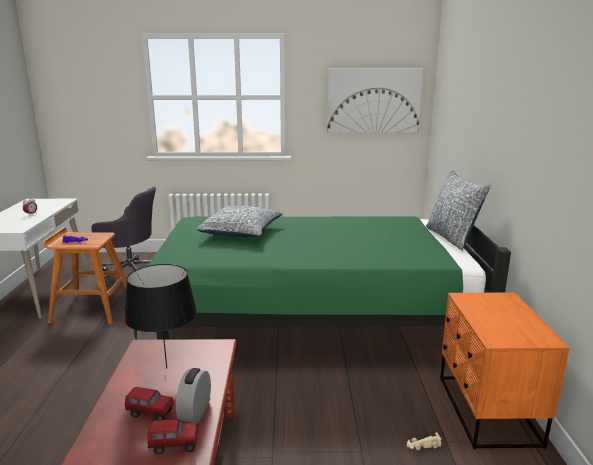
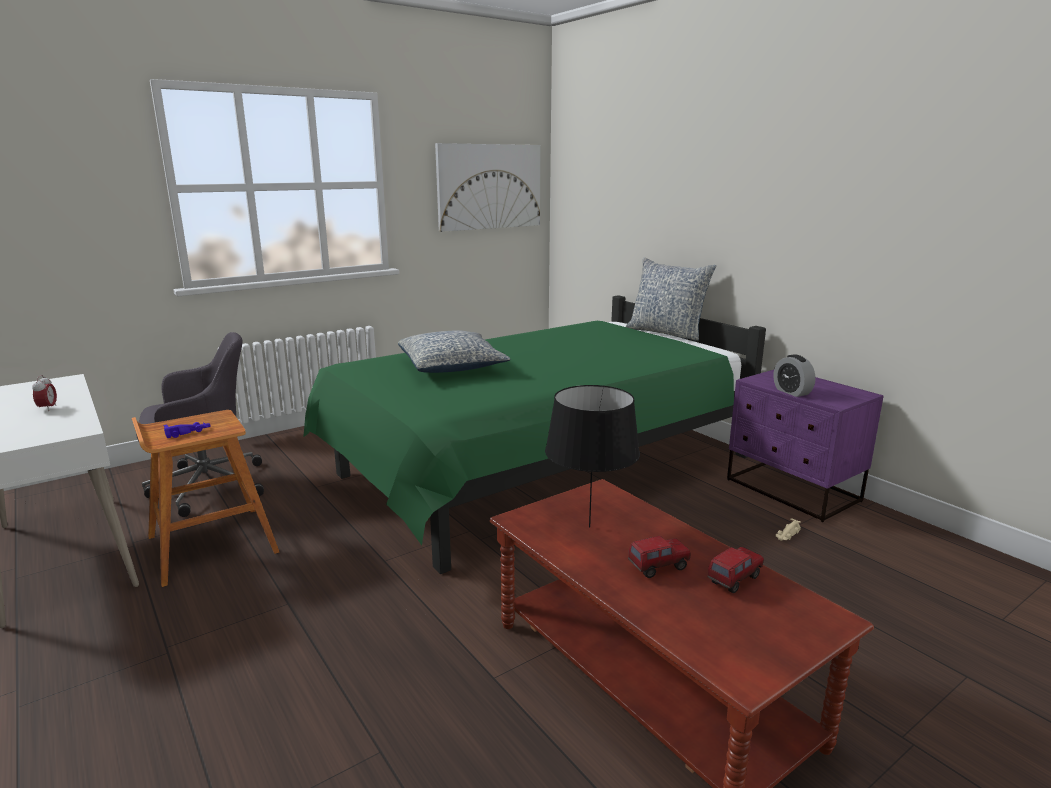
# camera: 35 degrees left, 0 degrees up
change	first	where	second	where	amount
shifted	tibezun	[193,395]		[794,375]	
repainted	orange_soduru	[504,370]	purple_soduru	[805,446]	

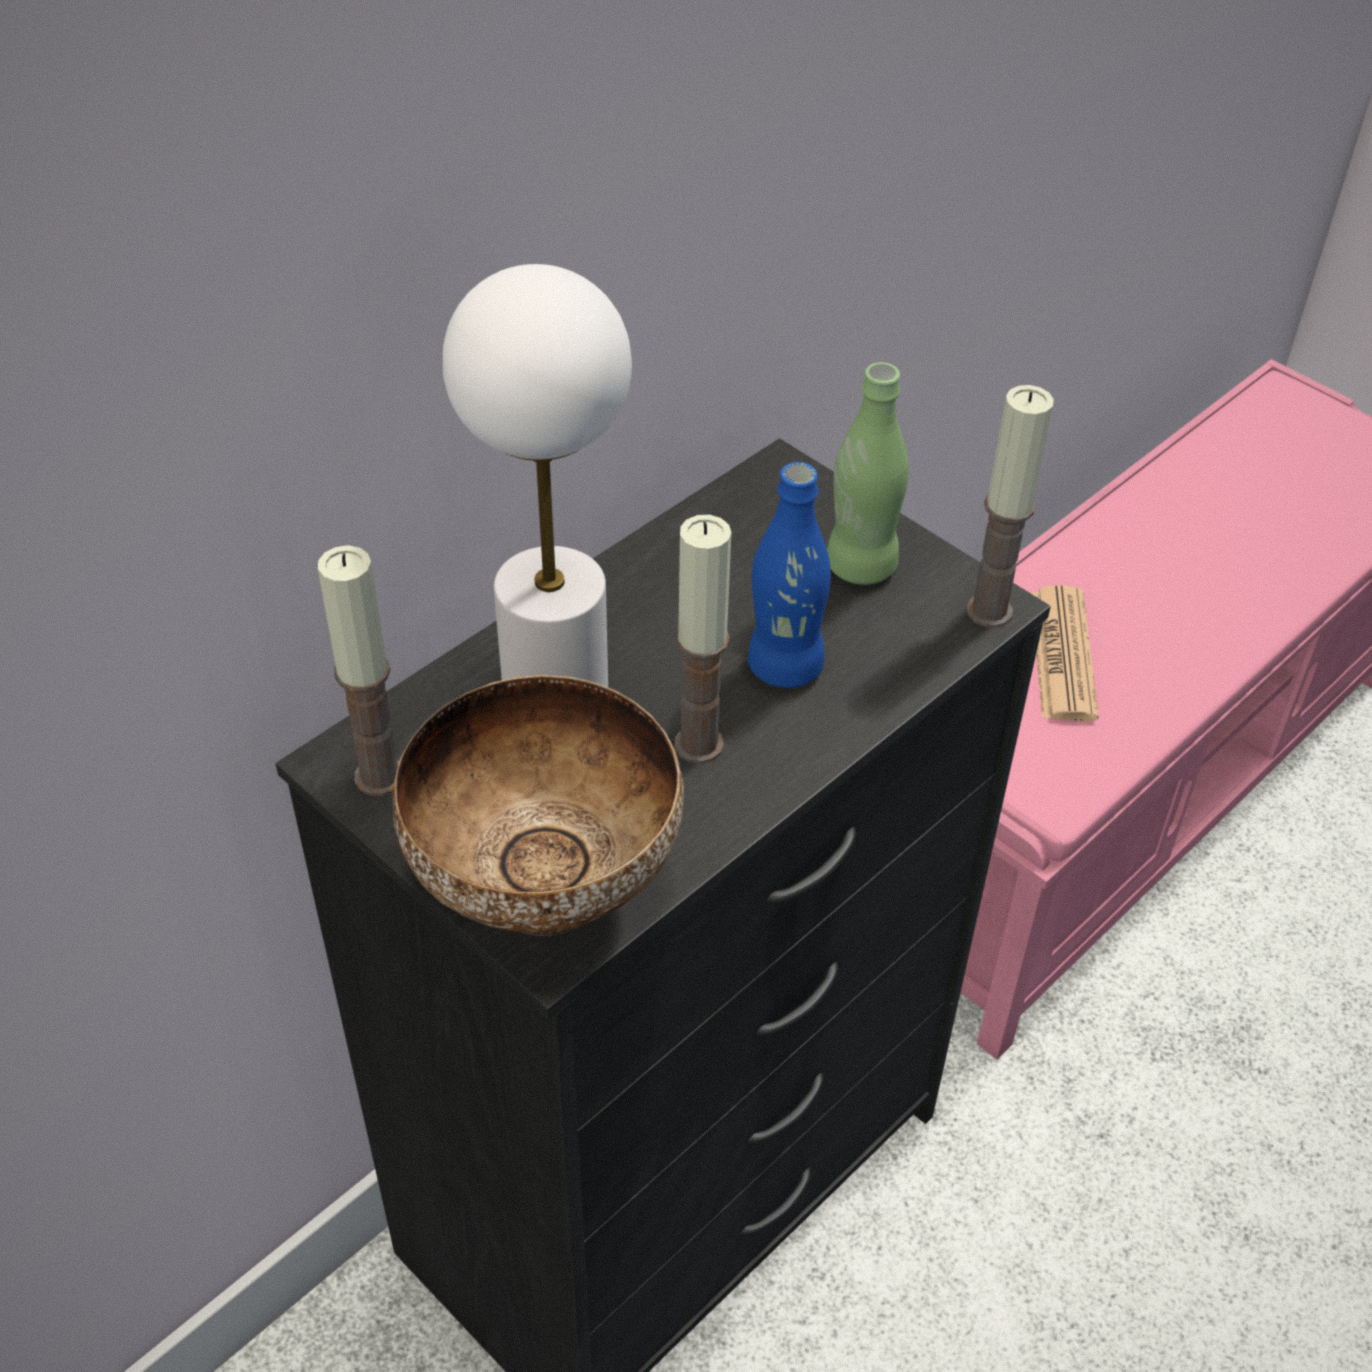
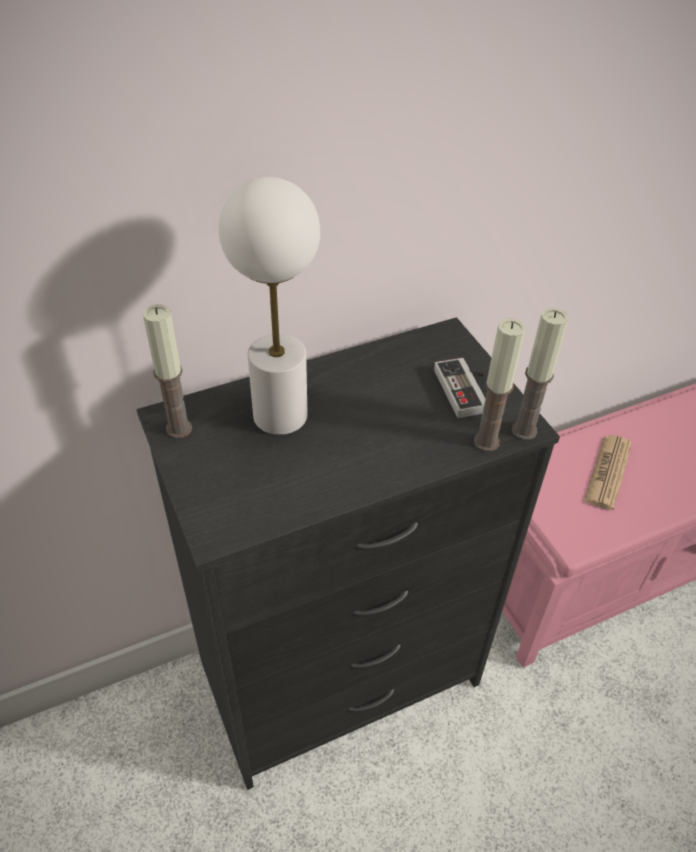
# camera: 20 degrees right, 0 degrees up
change	first	where	second	where	amount
gone	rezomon	[538,805]			
gone	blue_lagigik	[789,575]			
shifted	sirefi	[703,639]		[499,384]	
swapped	green_lagigik	[868,473]	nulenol	[459,388]	

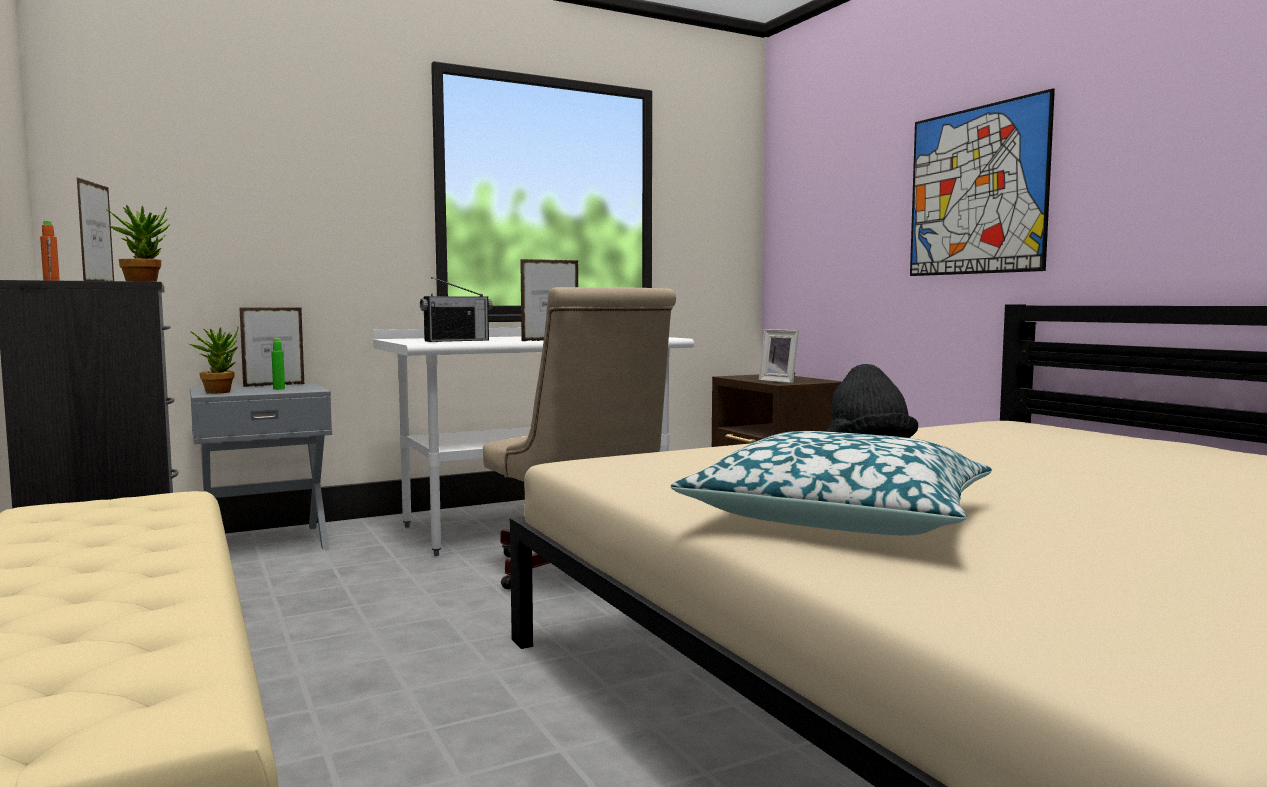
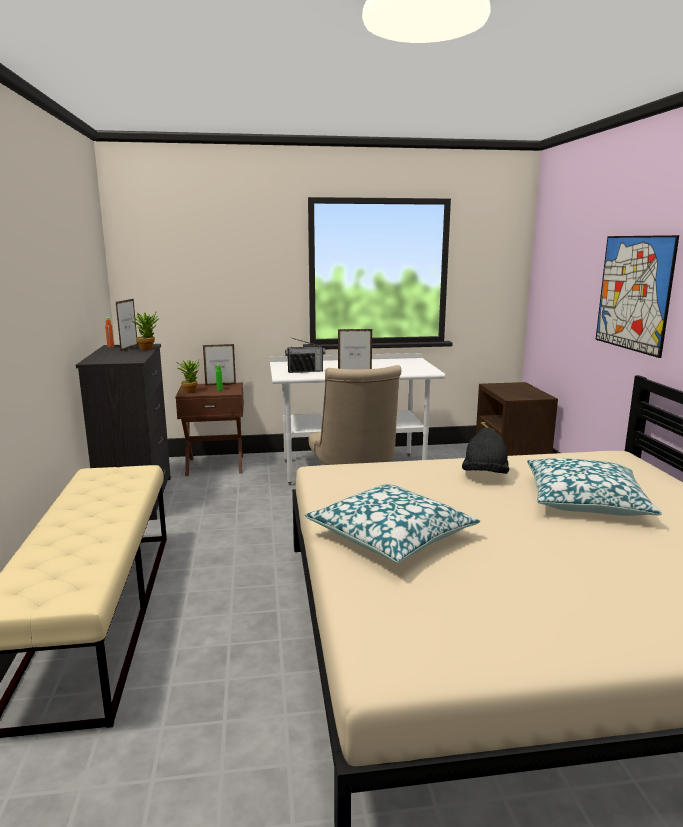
# camera: 20 degrees right, 10 degrees up
change	first	where	second	where	amount
gone	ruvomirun	[779,356]			
new			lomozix	[594,487]	
repainted	grey_soduru	[261,466]	brown_soduru	[209,429]	

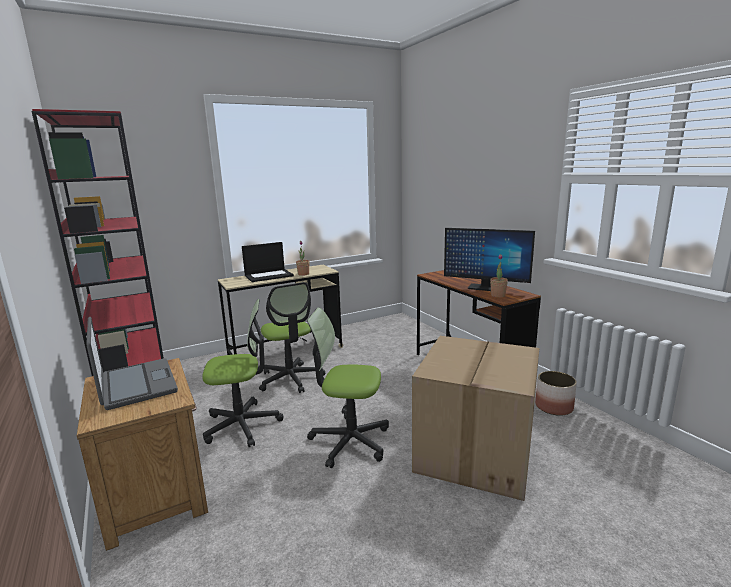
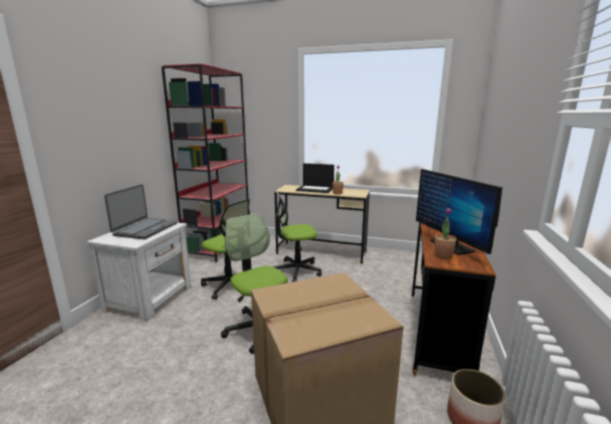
# camera: 45 degrees right, 0 degrees up
change	first	where	second	where	amount
repainted	brown_soduru	[142,454]	white_soduru	[139,270]	
rotated	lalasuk	[292,337]		[297,236]	60 degrees clockwise

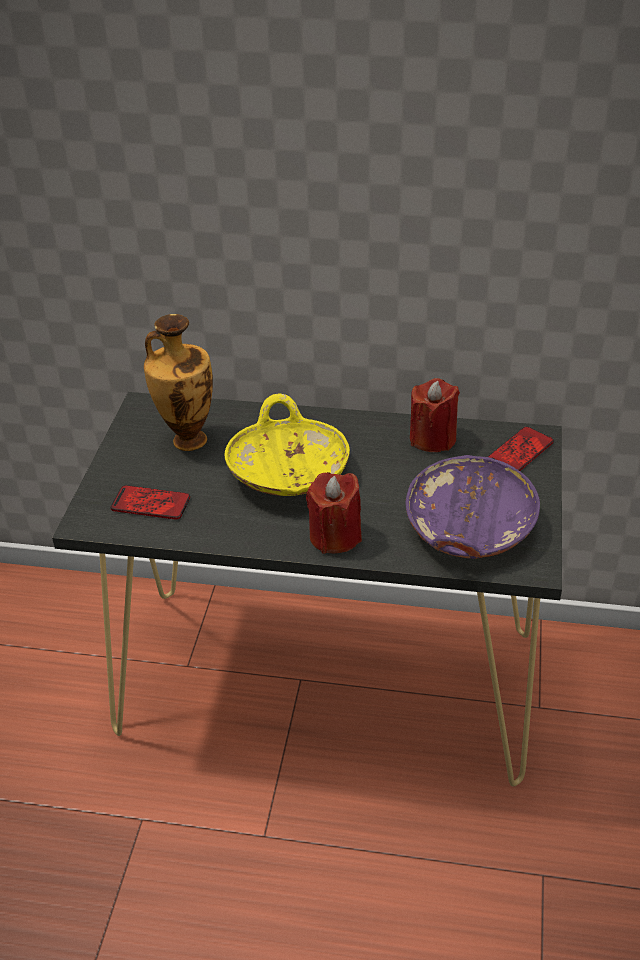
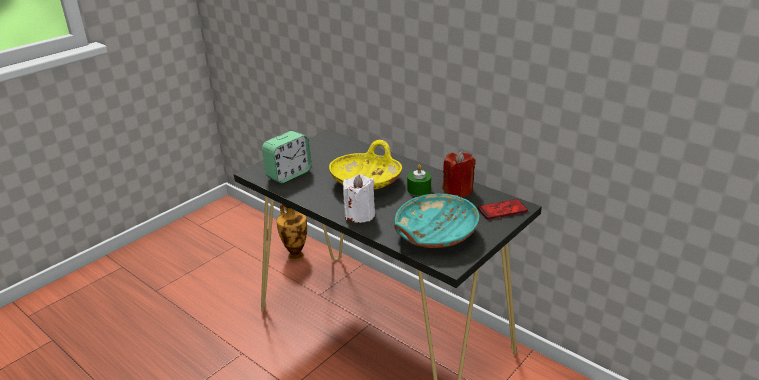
# camera: 30 degrees right, 10 degrees down
change	first	where	second	where	amount
new			green_sirefi	[419,180]	
shifted	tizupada	[178,382]		[292,232]	
swapped	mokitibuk	[150,502]	tibezun	[286,157]	
repainted	red_sirefi	[334,513]	white_sirefi	[359,198]	
repainted	purple_rezomon	[472,507]	turquoise_rezomon	[437,221]	

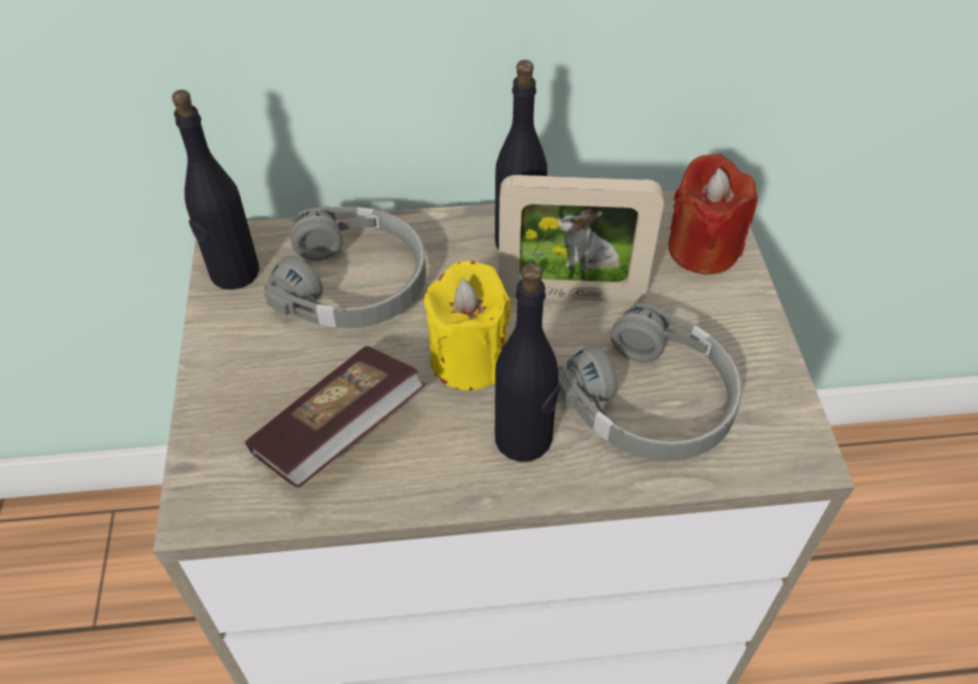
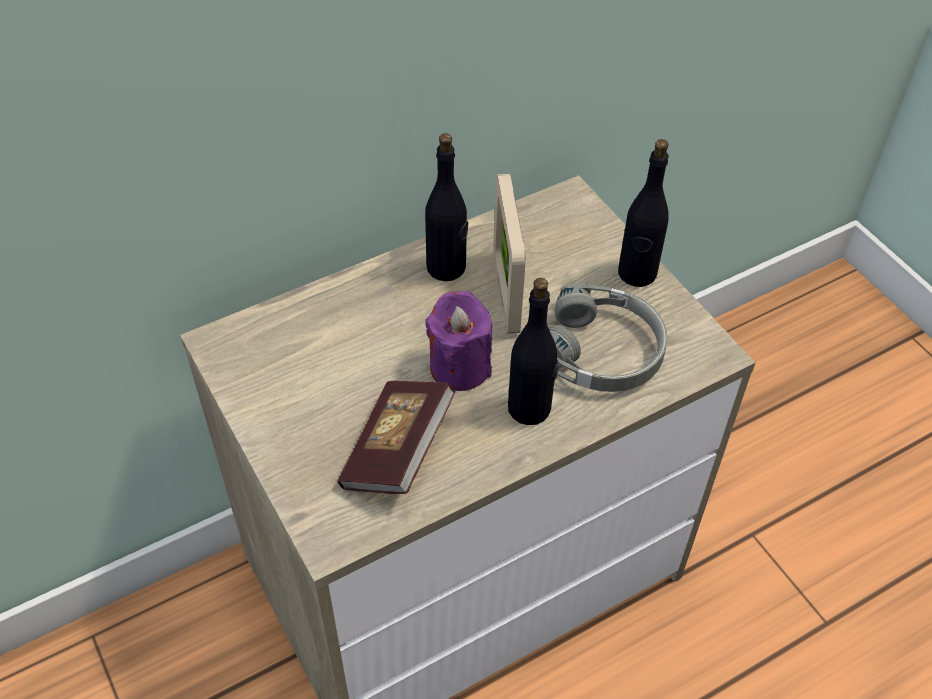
# camera: 25 degrees left, 0 degrees up
change	first	where	second	where	amount
gone	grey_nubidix	[345,267]			
gone	red_sirefi	[713,214]			
shifted	black_lagigik	[215,190]		[643,213]	
repainted	yellow_sirefi	[467,325]	purple_sirefi	[458,341]	
rotated	ruvomirun	[581,238]		[509,254]	105 degrees clockwise

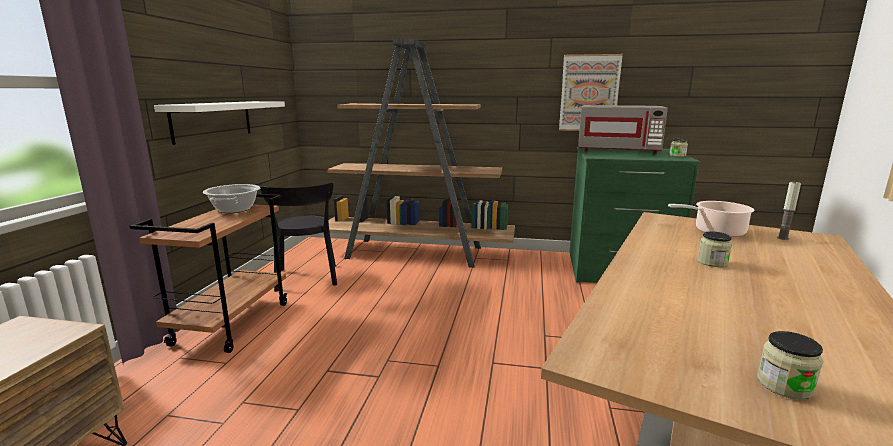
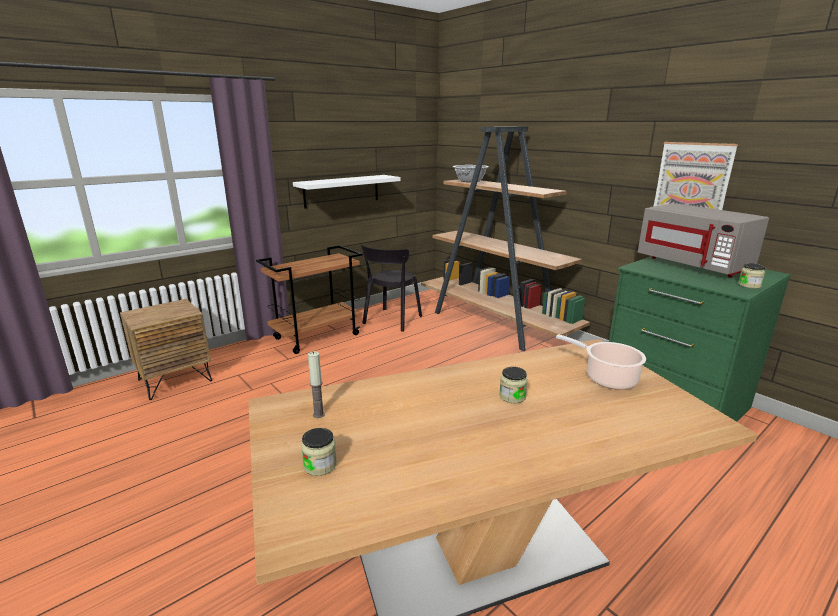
# camera: 40 degrees right, 5 degrees up
change	first	where	second	where	amount
shifted	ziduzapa	[231,198]		[471,173]	
shifted	sirefi	[789,210]		[316,384]	

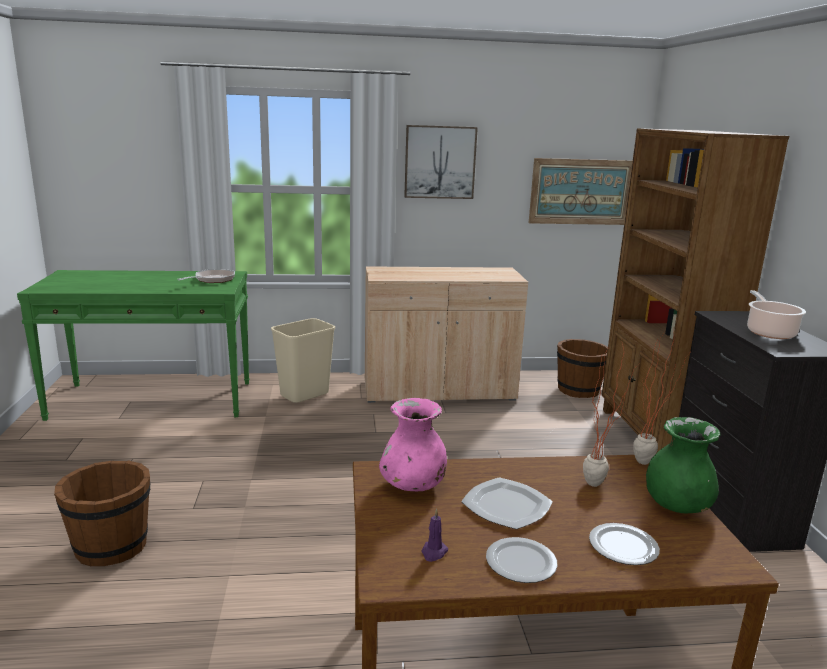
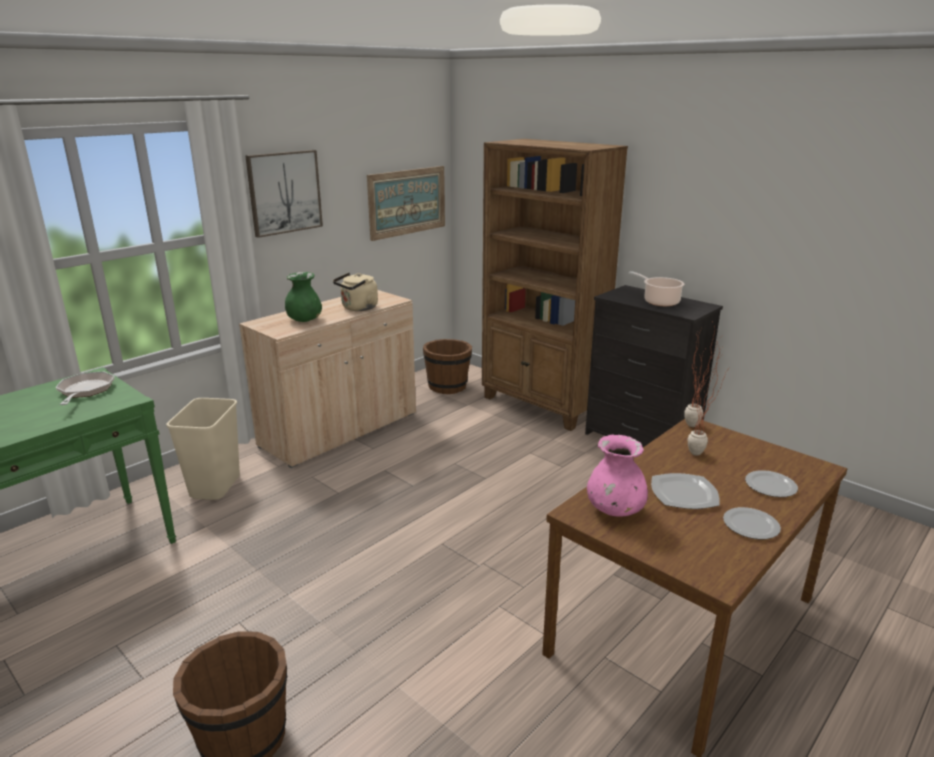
# camera: 40 degrees left, 5 degrees up
change	first	where	second	where	amount
gone	purple_sirefi	[434,535]			
new			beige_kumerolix	[355,292]	
shifted	green_tizupada	[683,465]		[303,297]	

